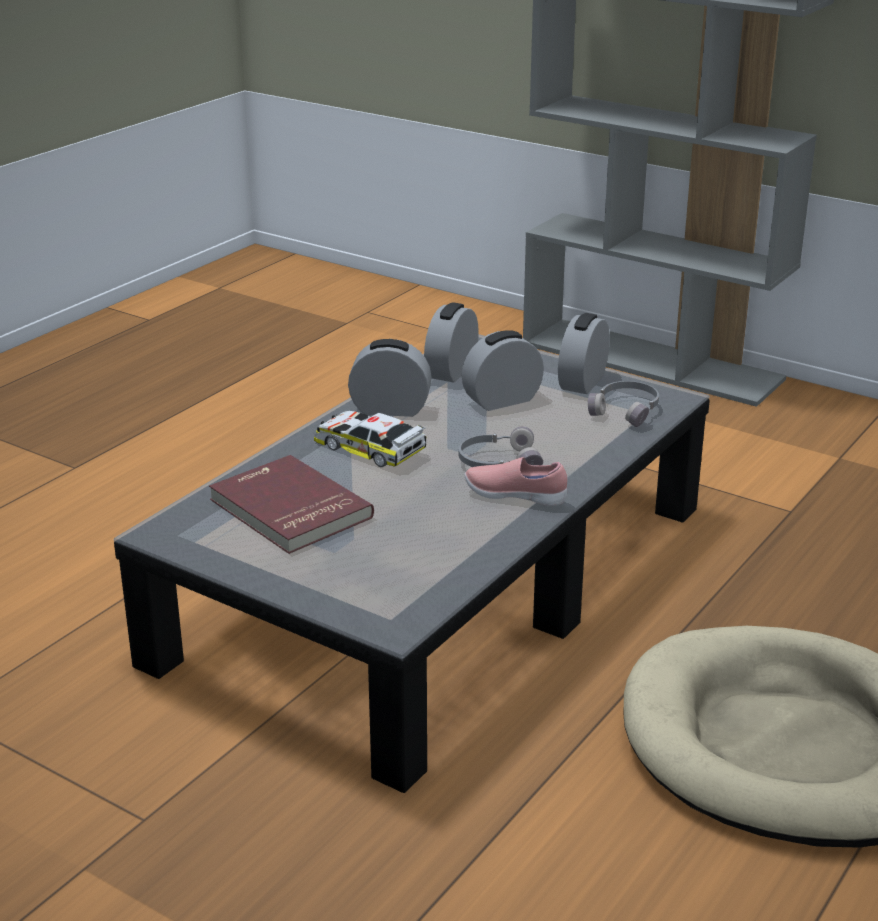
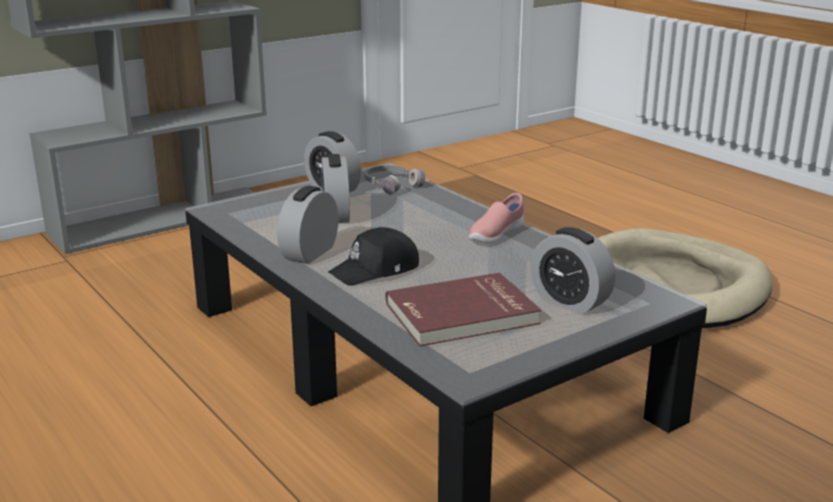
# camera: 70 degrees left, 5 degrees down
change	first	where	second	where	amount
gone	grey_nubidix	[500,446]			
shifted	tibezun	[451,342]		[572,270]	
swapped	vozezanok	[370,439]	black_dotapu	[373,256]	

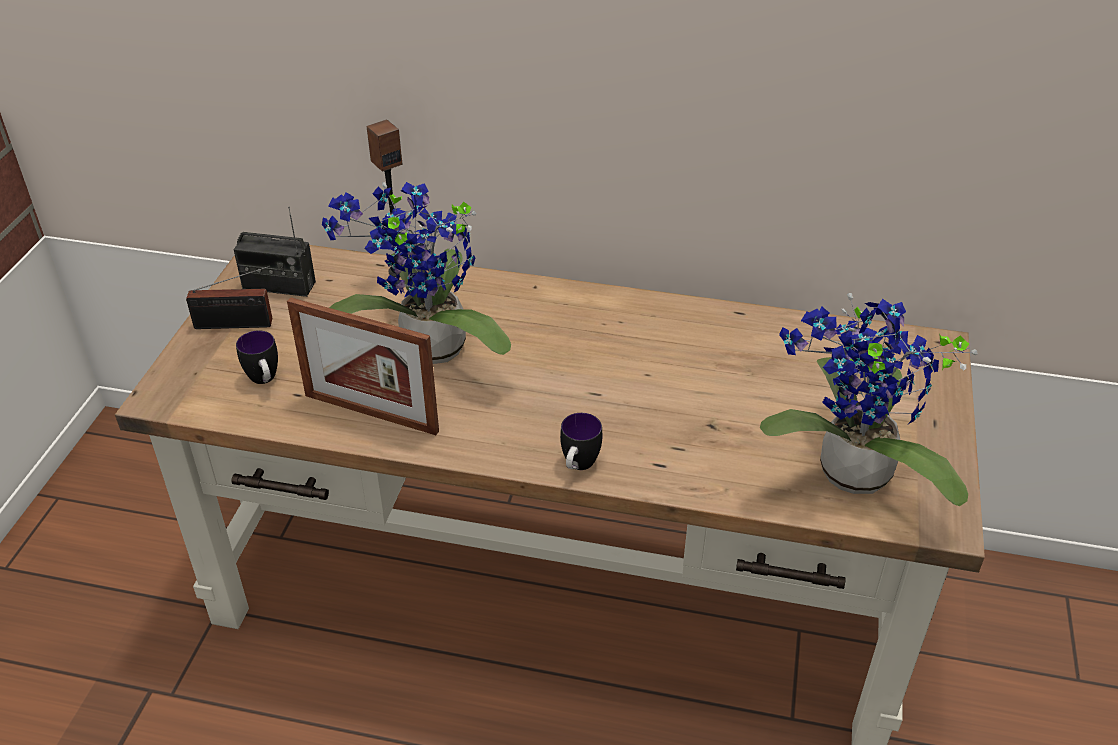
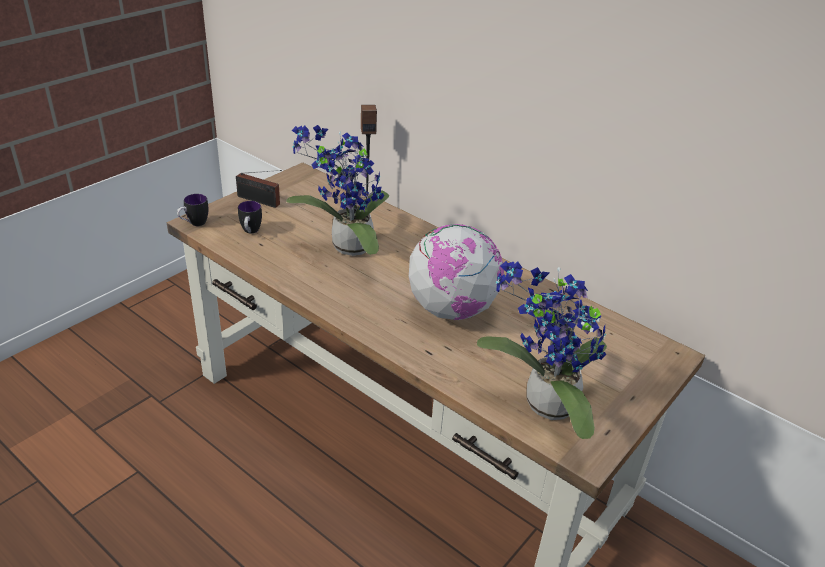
# camera: 25 degrees right, 5 degrees down
change	first	where	second	where	amount
gone	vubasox	[275,252]			
gone	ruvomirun	[363,366]			
new			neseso	[456,272]	
shifted	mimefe	[581,441]		[192,210]	

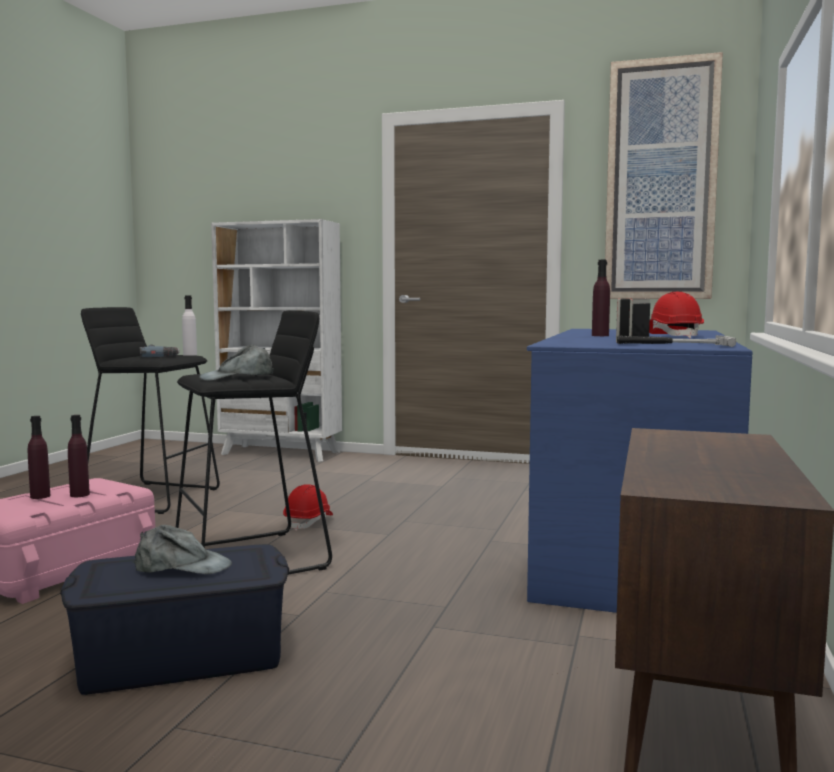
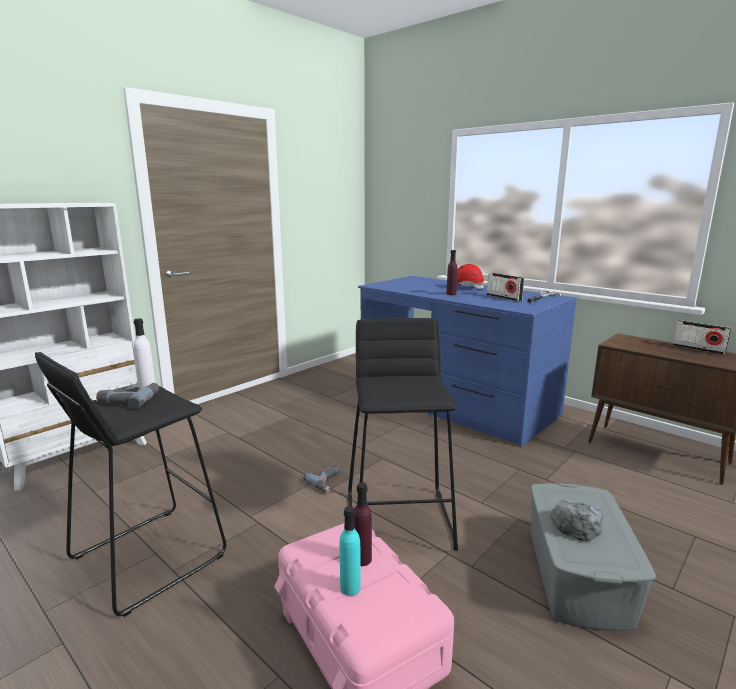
# camera: 65 degrees left, 10 degrees up
change	first	where	second	where	amount
gone	grey_dotapu	[236,363]			
gone	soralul	[664,175]			
new			vubasox	[701,337]	
swapped	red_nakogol	[308,507]	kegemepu	[321,479]	
repainted	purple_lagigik	[39,457]	turquoise_lagigik	[350,551]	
repainted	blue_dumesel	[174,619]	grey_dumesel	[593,557]	

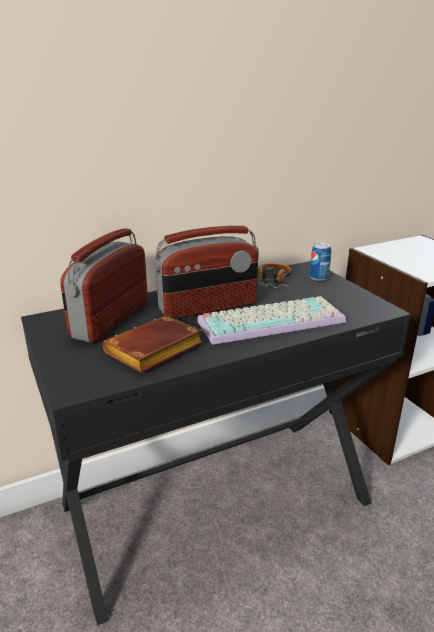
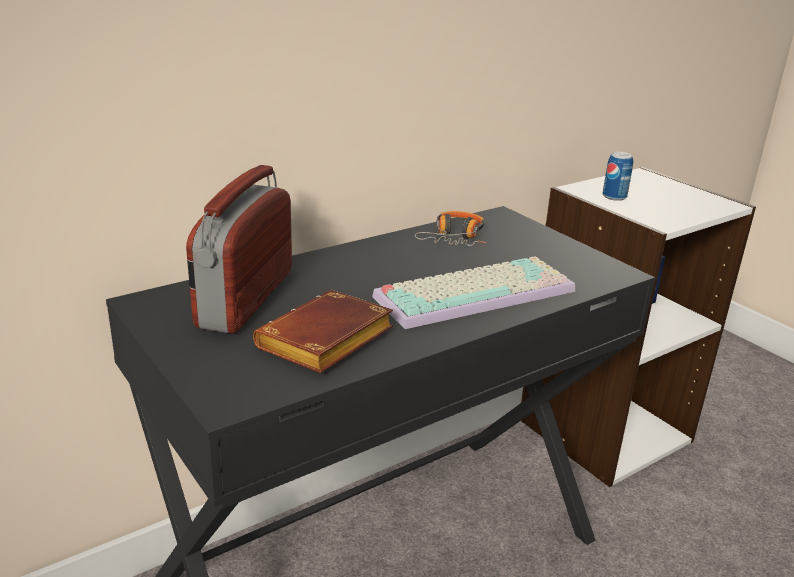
# camera: 10 degrees left, 0 degrees up
change	first	where	second	where	amount
gone	vubasox	[206,272]			
shifted	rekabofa	[320,262]		[618,176]	

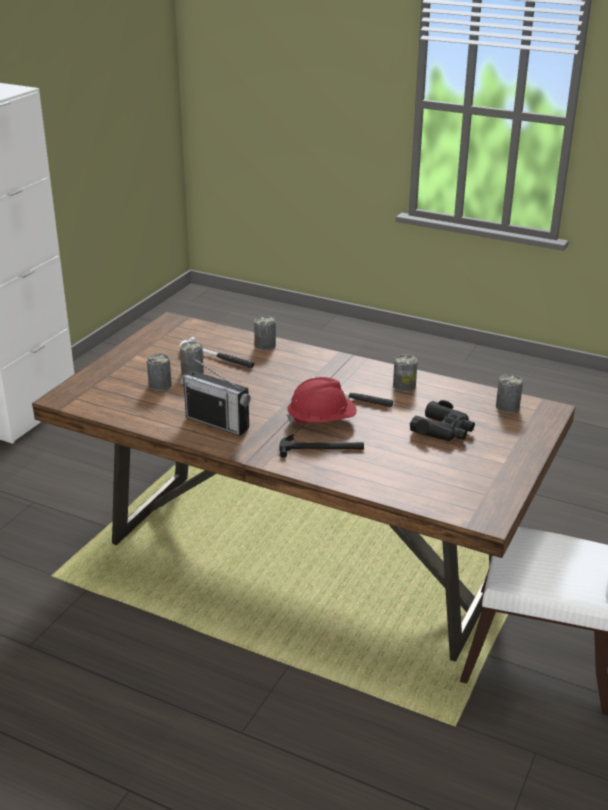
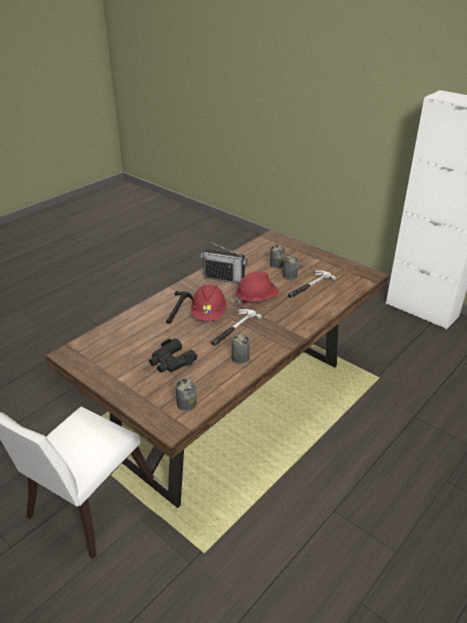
# camera: 105 degrees right, 5 degrees up
change	first	where	second	where	amount
gone	rekabofa	[265,333]			
new			red_nakogol	[257,288]	
rotated	vubasox	[215,396]		[224,262]	120 degrees counterclockwise

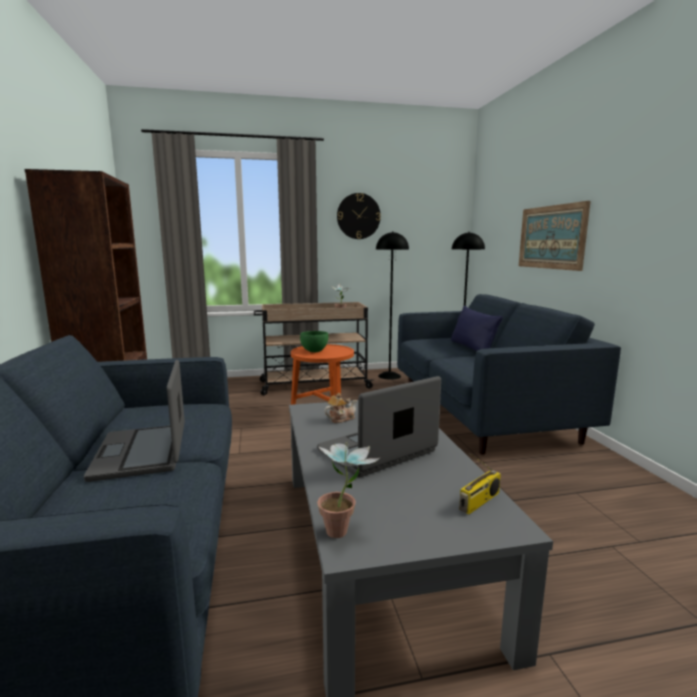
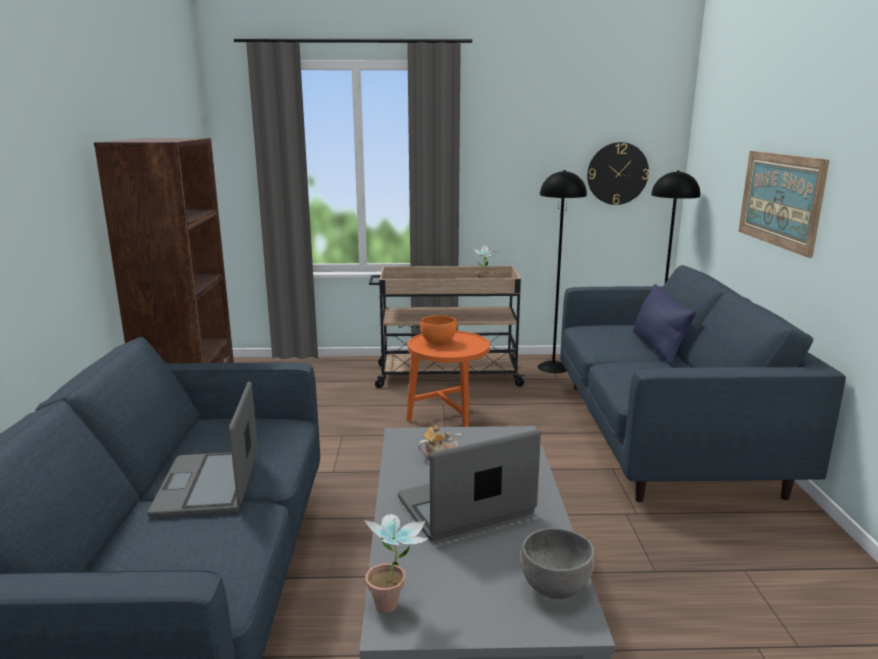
# camera: 10 degrees right, 5 degrees up
change	first	where	second	where	amount
shifted	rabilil	[359,216]		[618,173]	
swapped	vubasox	[480,484]	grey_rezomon	[558,563]	
repainted	green_rezomon	[314,341]	orange_rezomon	[438,330]	

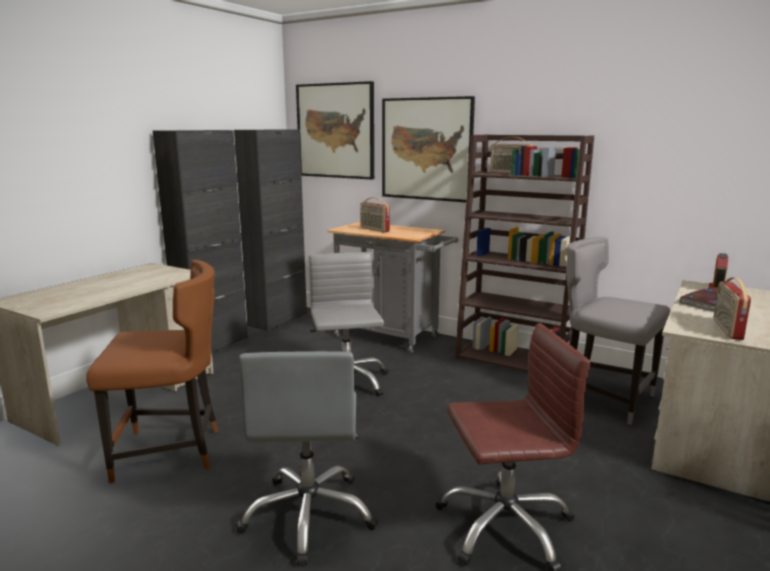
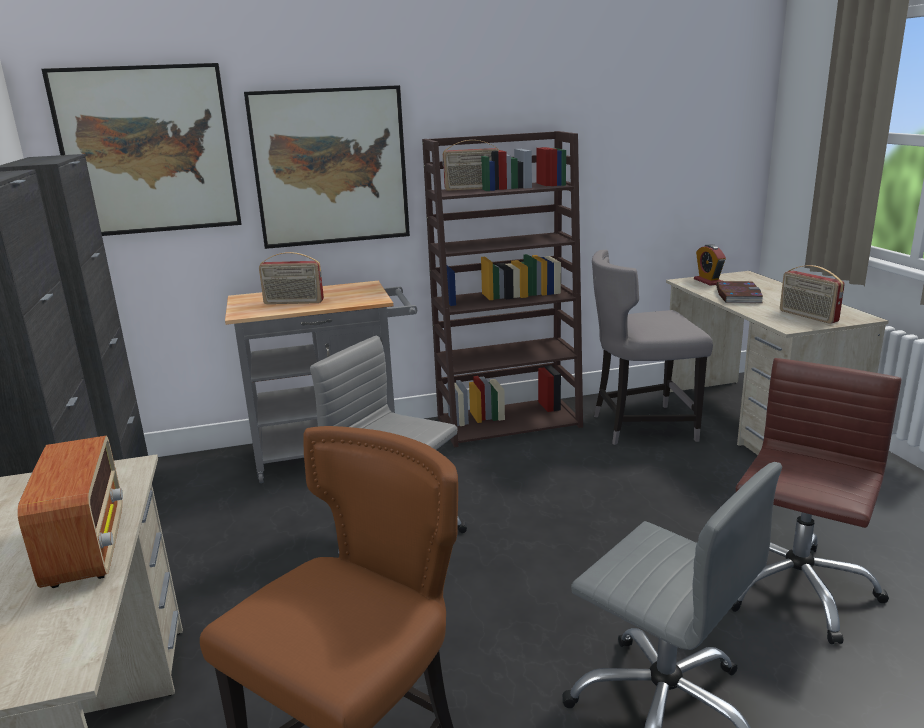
# camera: 45 degrees left, 5 degrees up
change	first	where	second	where	amount
new			vubasox	[70,512]	

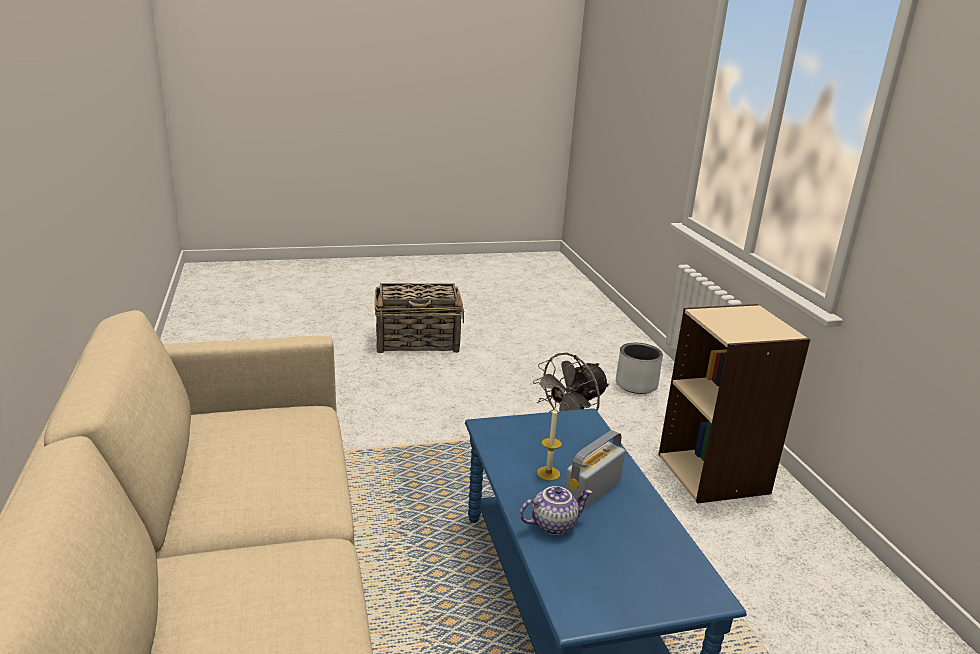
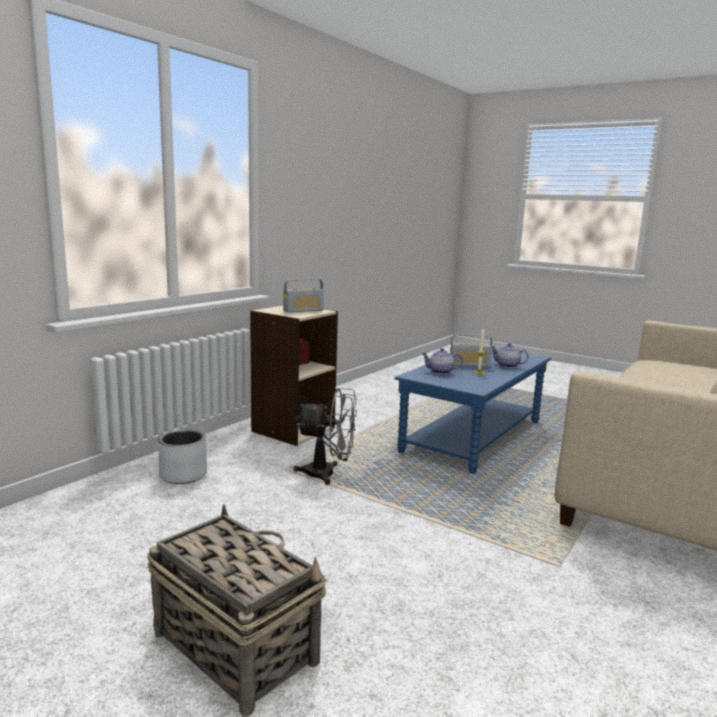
# camera: 130 degrees left, 10 degrees down
change	first	where	second	where	amount
new			vubasox	[303,296]	
new			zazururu	[442,361]	

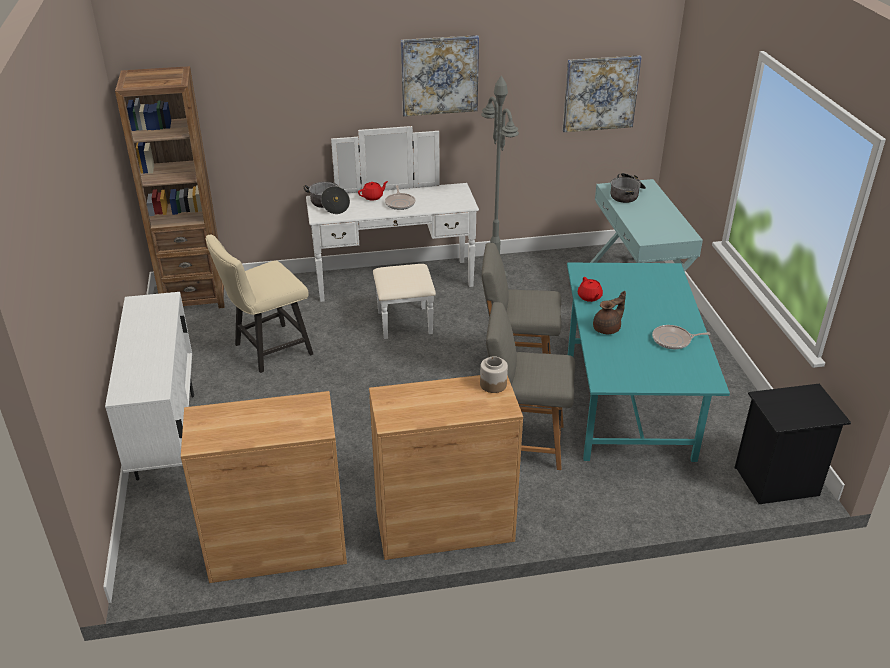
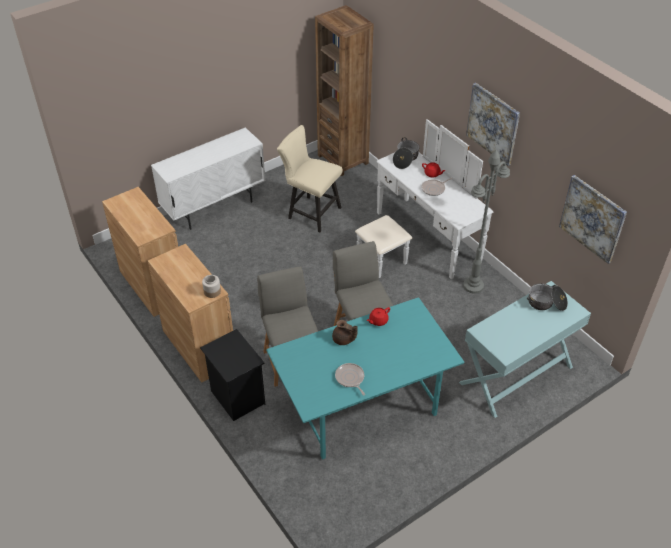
# camera: 65 degrees right, 10 degrees up
change	first	where	second	where	amount
shifted	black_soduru	[793,444]		[232,375]	

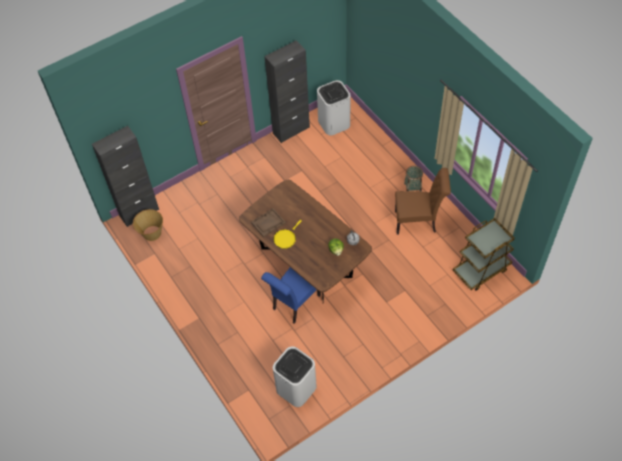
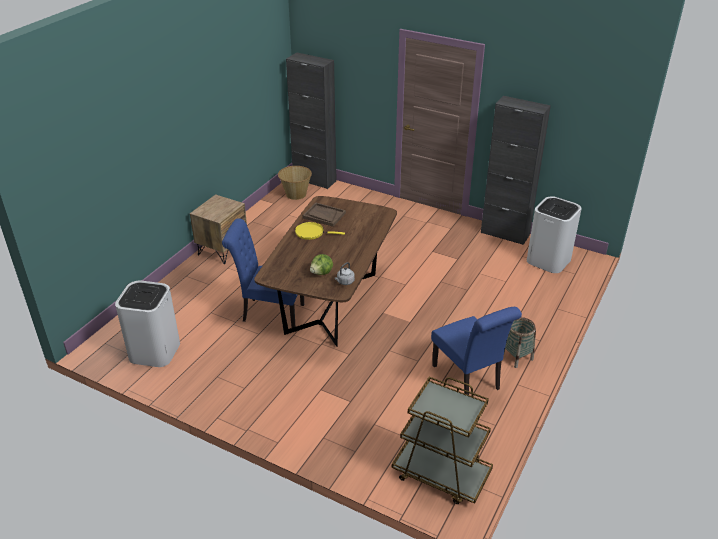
# camera: 60 degrees right, 20 degrees down
change	first	where	second	where	amount
new			brown_soduru	[218,229]	
repainted	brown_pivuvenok	[423,201]	blue_pivuvenok	[476,351]	

